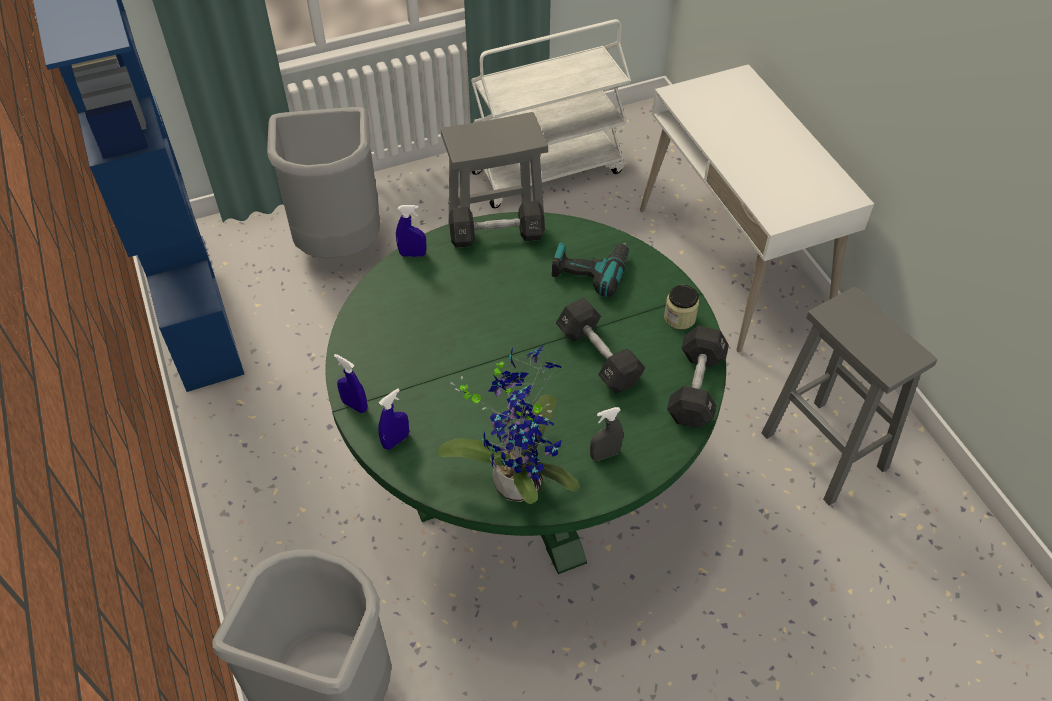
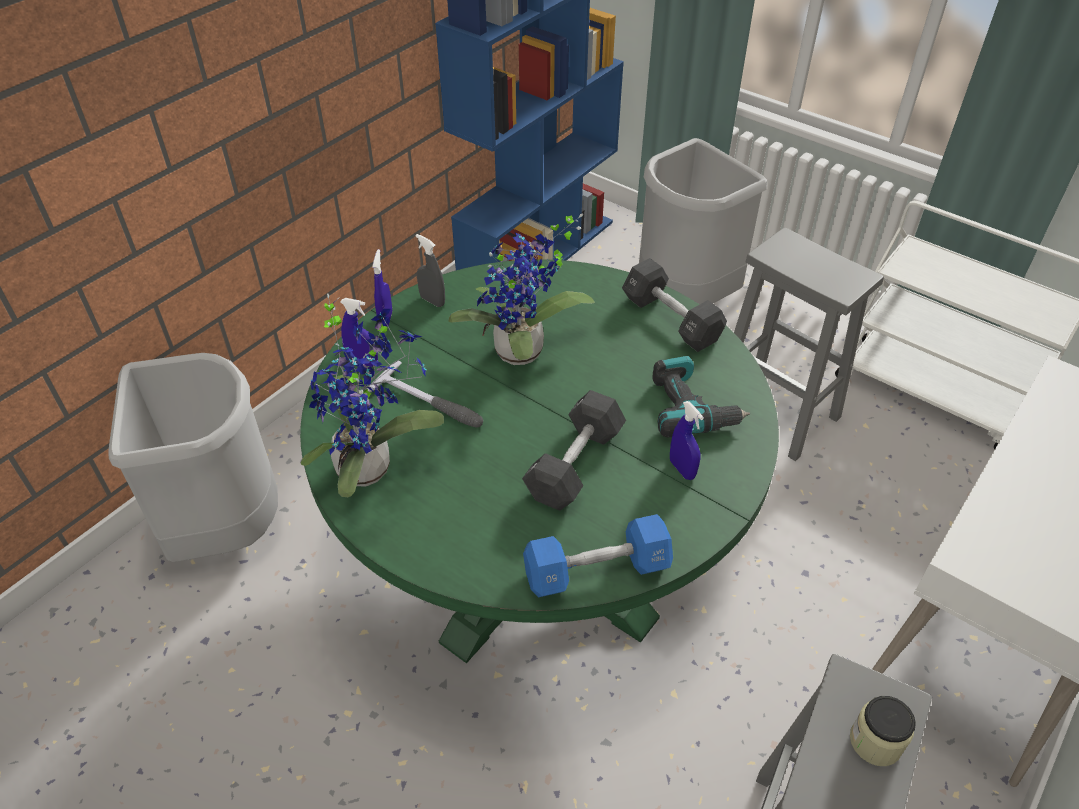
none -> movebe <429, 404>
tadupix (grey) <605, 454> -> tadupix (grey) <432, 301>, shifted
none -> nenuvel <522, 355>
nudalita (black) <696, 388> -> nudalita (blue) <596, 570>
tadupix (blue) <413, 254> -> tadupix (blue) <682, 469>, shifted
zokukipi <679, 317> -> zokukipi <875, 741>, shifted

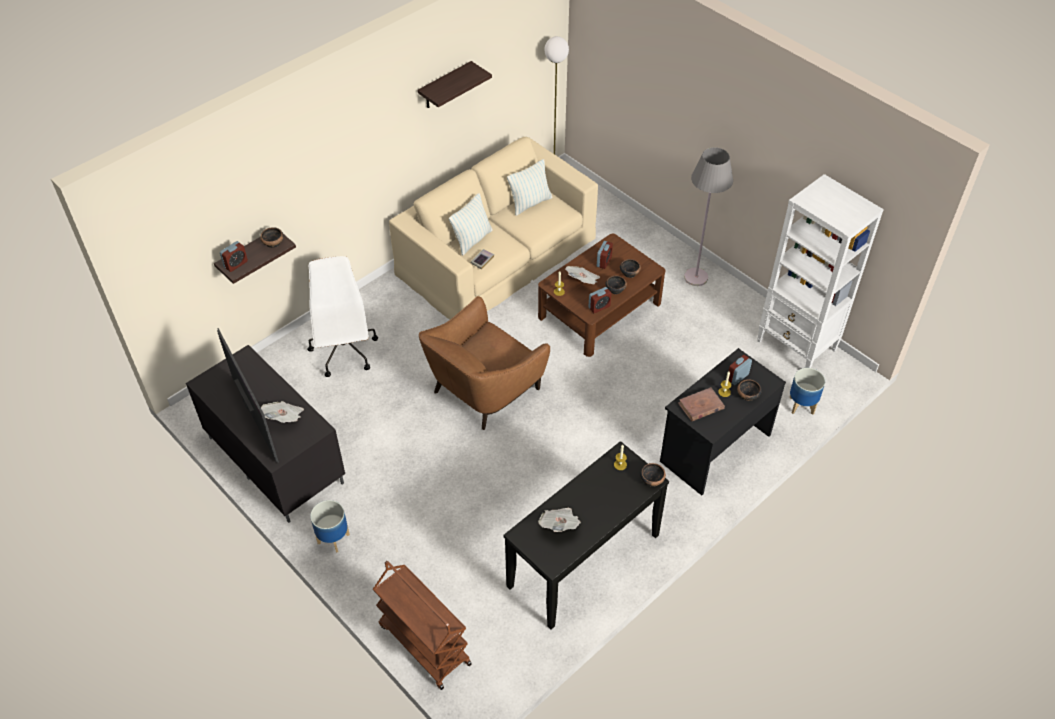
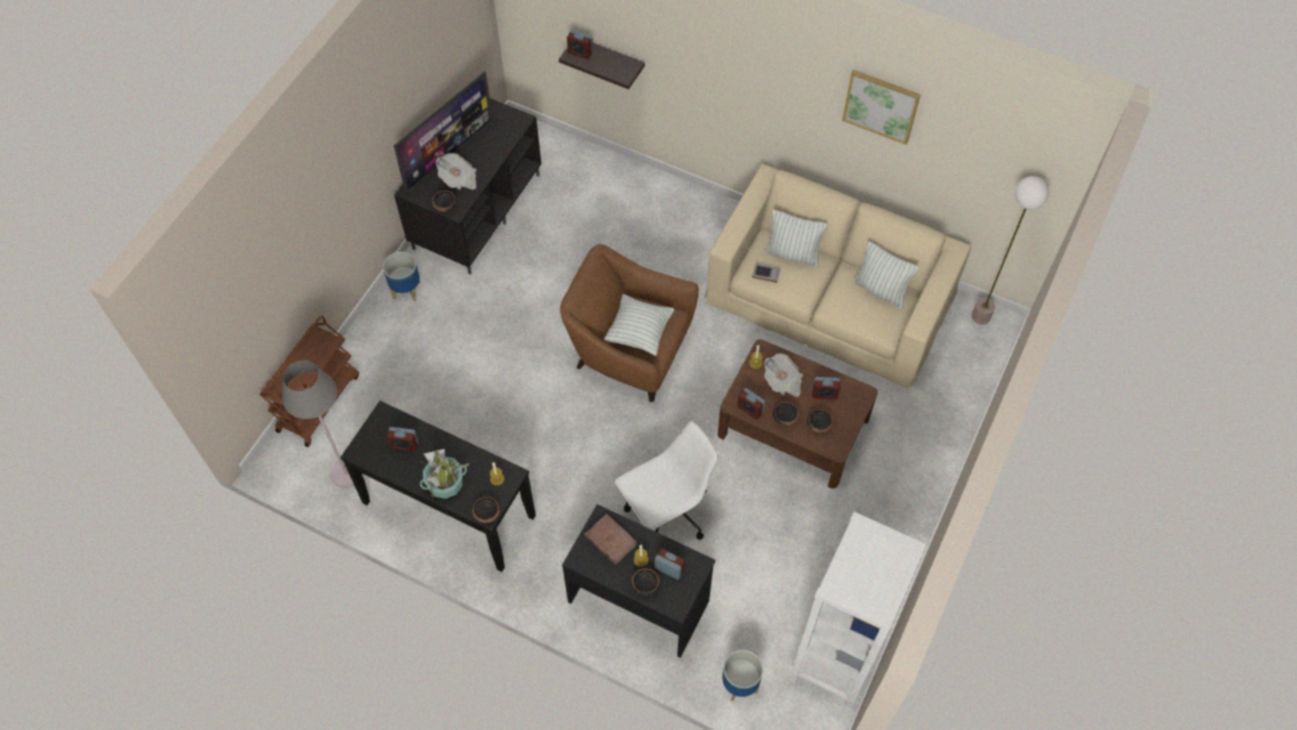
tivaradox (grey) <696, 277> -> tivaradox (grey) <346, 474>, shifted
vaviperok <559, 525> -> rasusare <404, 445>
none -> nenuvel <445, 483>
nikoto <273, 243> -> nikoto <445, 207>, shifted
none -> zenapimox <639, 332>
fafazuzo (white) <345, 353> -> fafazuzo (white) <667, 513>, shifted
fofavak <445, 86> -> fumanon <881, 106>

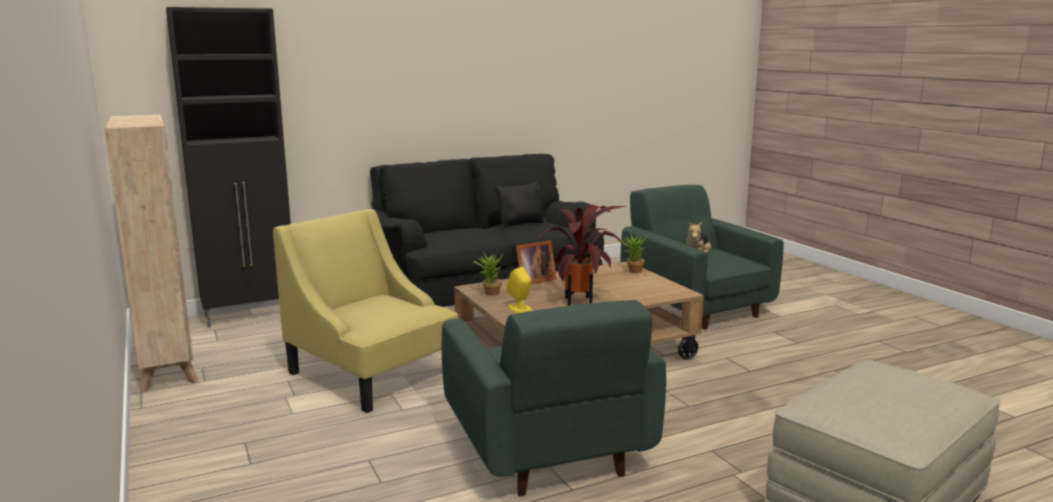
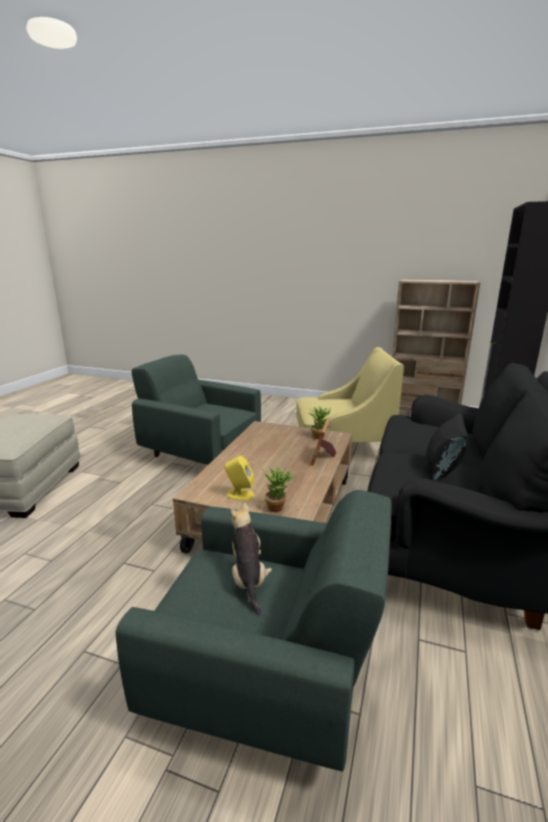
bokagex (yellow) <520, 308> -> bokagex (yellow) <239, 495>, shifted
nenuvel <582, 302> -> none

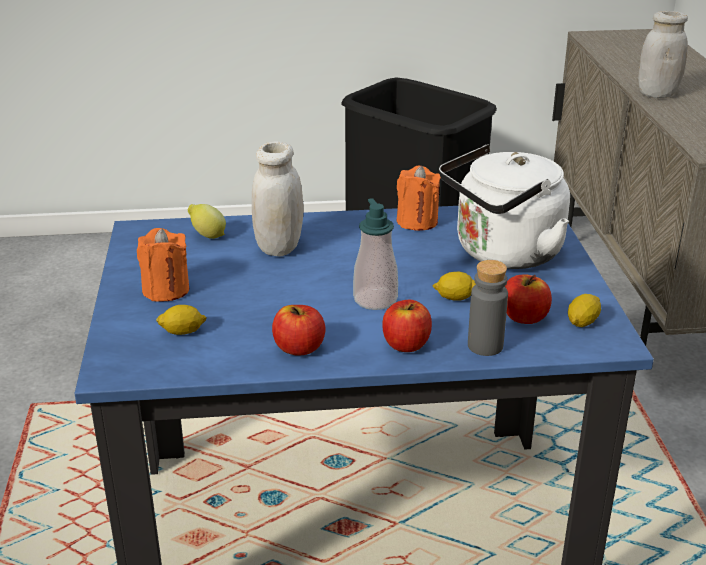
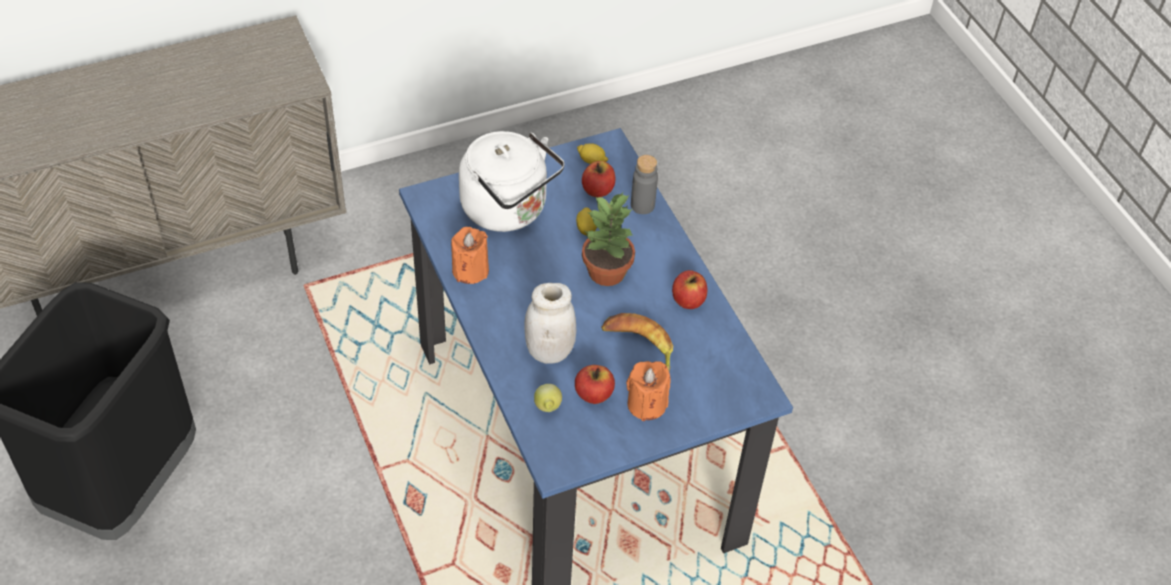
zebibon <406, 344> -> zebibon <594, 394>, shifted
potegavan <375, 300> -> nenuvel <607, 272>
none -> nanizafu <639, 345>
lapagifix <183, 331> -> none
zokukipi (white) <657, 94> -> none

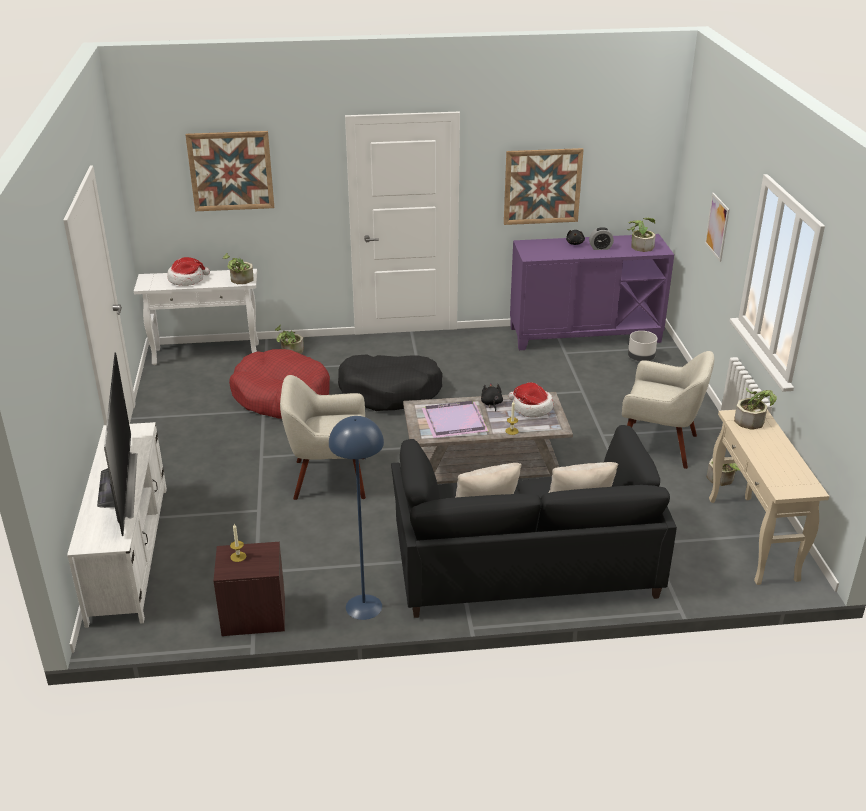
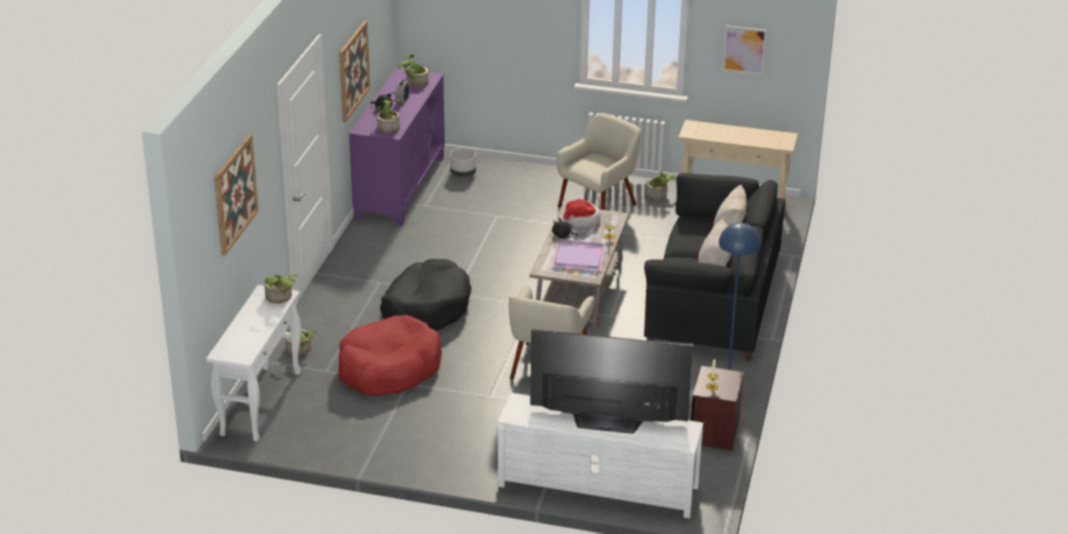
nenuvel <752, 420> -> nenuvel <388, 126>, shifted
fumanon <717, 226> -> fumanon <744, 50>, shifted
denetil <187, 279> -> none

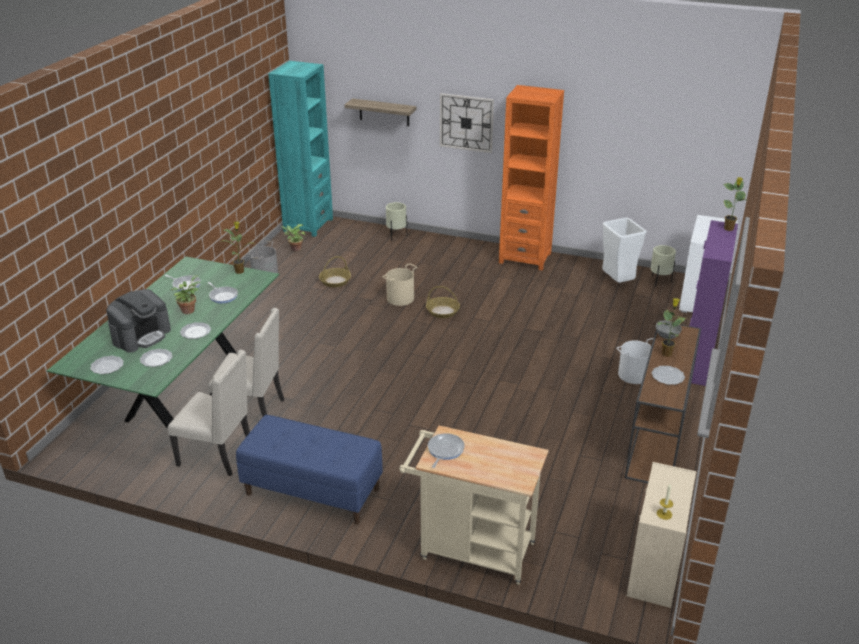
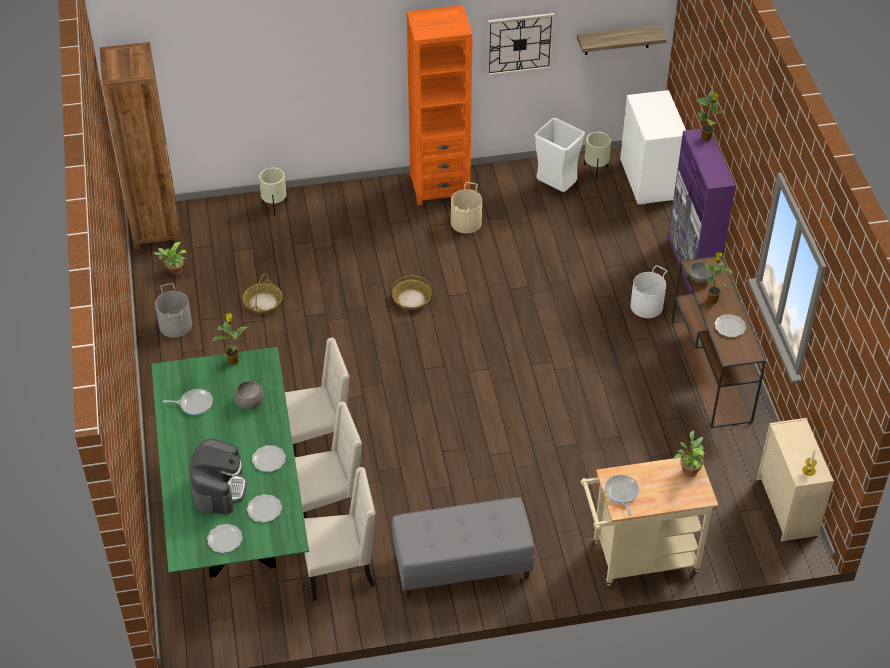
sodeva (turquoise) <308, 225> -> sodeva (brown) <155, 227>
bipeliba <223, 296> -> nikoto (grey) <249, 402>
none -> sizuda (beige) <317, 441>
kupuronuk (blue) <312, 492> -> kupuronuk (grey) <461, 567>
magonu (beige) <400, 298> -> magonu (beige) <466, 222>, shifted
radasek <466, 123> -> radasek <519, 44>, shifted
fofavak <384, 112> -> fofavak <617, 40>, shifted
nenuvel <188, 310> -> nenuvel <689, 469>, shifted

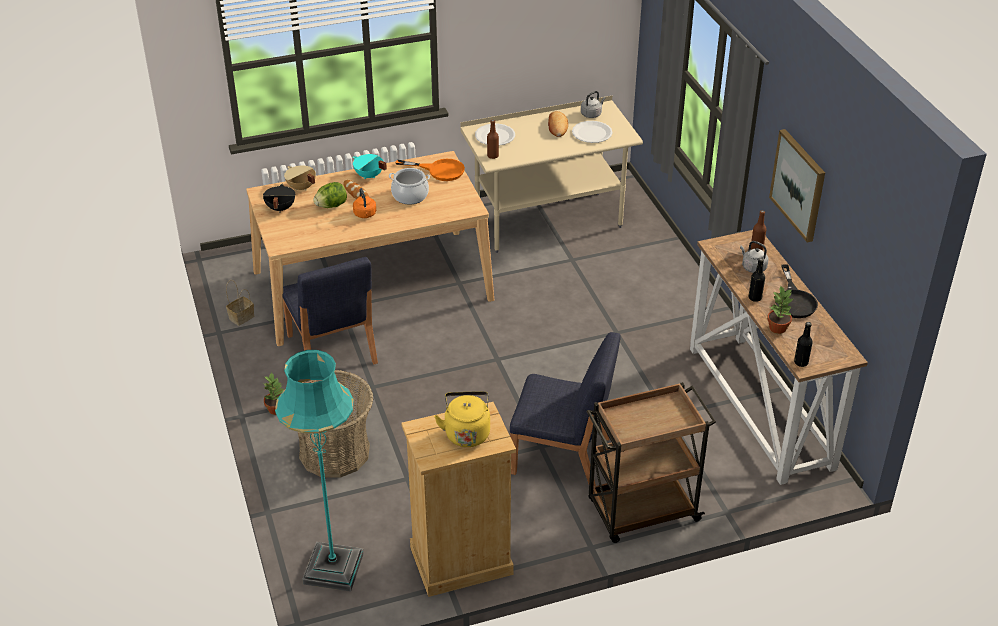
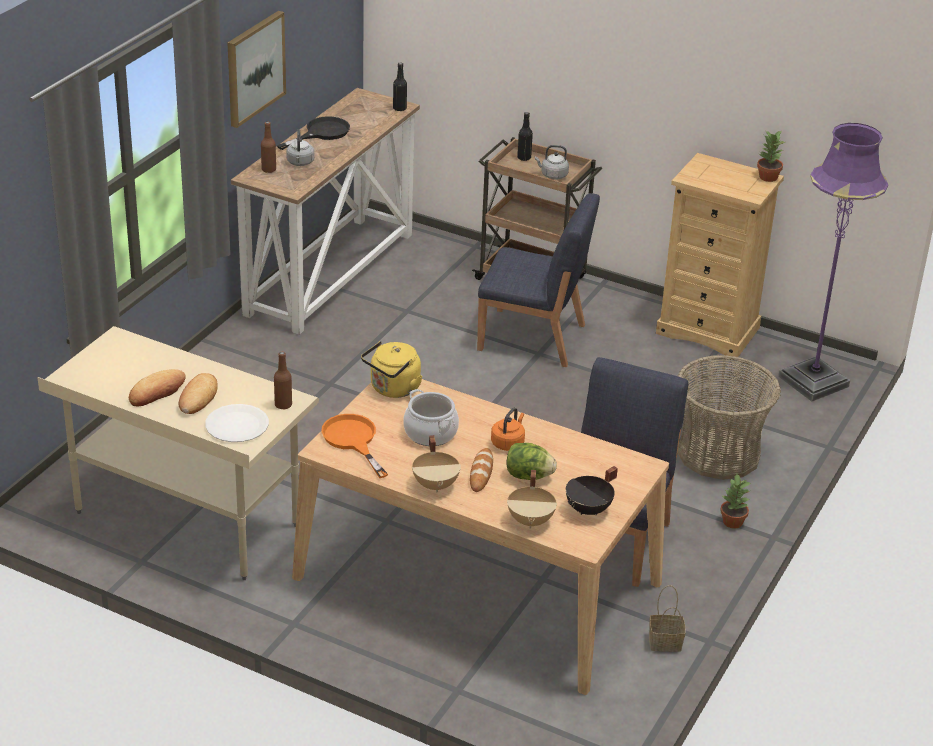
none -> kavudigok <198, 398>
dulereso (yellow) <466, 432> -> dulereso (yellow) <393, 389>, shifted
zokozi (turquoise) <369, 176> -> zokozi (beige) <436, 485>
sizuda (blue) <562, 456> -> sizuda (blue) <533, 338>, 135 degrees clockwise
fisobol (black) <755, 298> -> fisobol (black) <524, 158>, shifted
dulereso (grey) <592, 114> -> dulereso (grey) <552, 175>, shifted
nenuvel <778, 328> -> nenuvel <767, 177>, shifted
tivaradox (turquoise) <333, 568> -> tivaradox (purple) <813, 381>
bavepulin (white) <592, 133> -> none

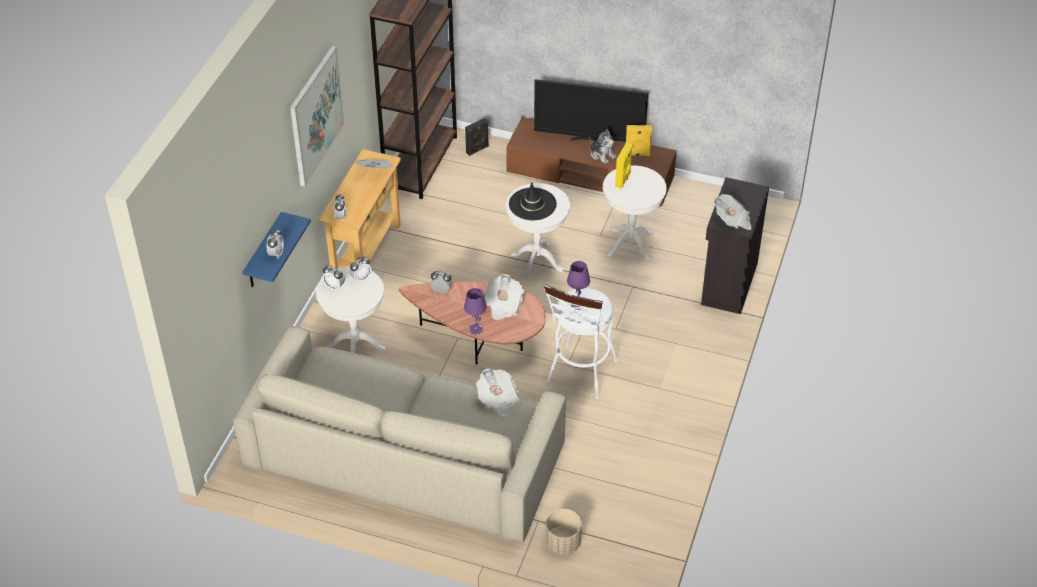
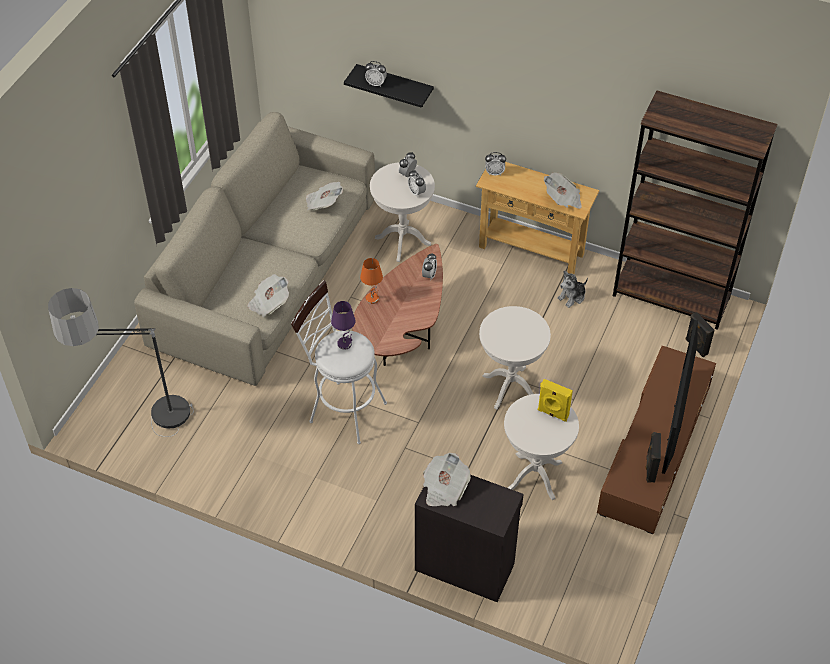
none -> tivaradox <141, 425>
vaviperok <503, 305> -> vaviperok <323, 203>, shifted
fofavak (blue) <263, 253> -> fofavak (black) <395, 86>
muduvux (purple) <475, 329> -> muduvux (orange) <372, 298>
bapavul <602, 155> -> bapavul <572, 297>, shifted
bokagex (yellow) <637, 154> -> bokagex (black) <650, 469>
fumanon <316, 115> -> none
denetil (black) <532, 204> -> none
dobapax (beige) <562, 543> -> none

